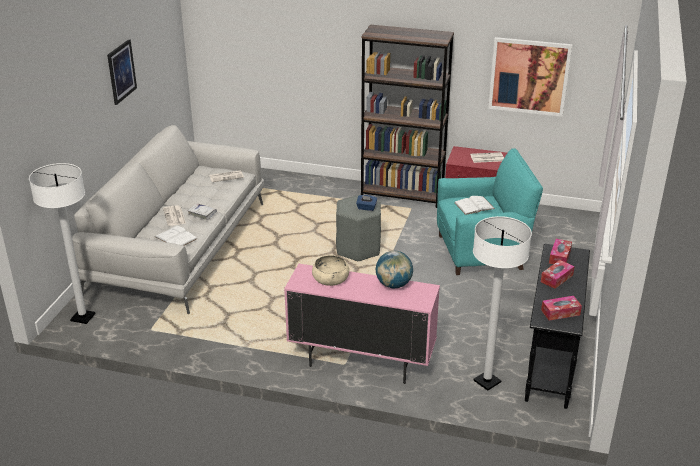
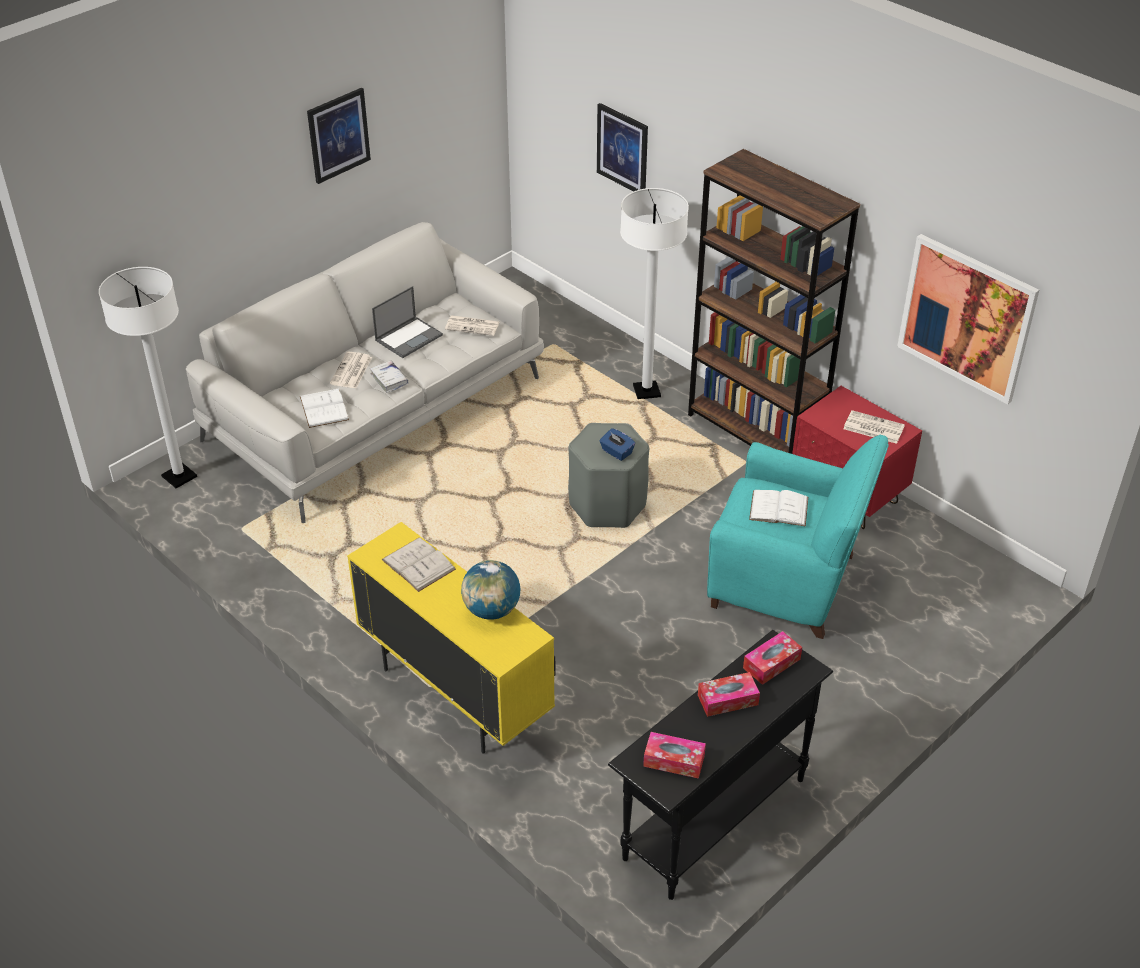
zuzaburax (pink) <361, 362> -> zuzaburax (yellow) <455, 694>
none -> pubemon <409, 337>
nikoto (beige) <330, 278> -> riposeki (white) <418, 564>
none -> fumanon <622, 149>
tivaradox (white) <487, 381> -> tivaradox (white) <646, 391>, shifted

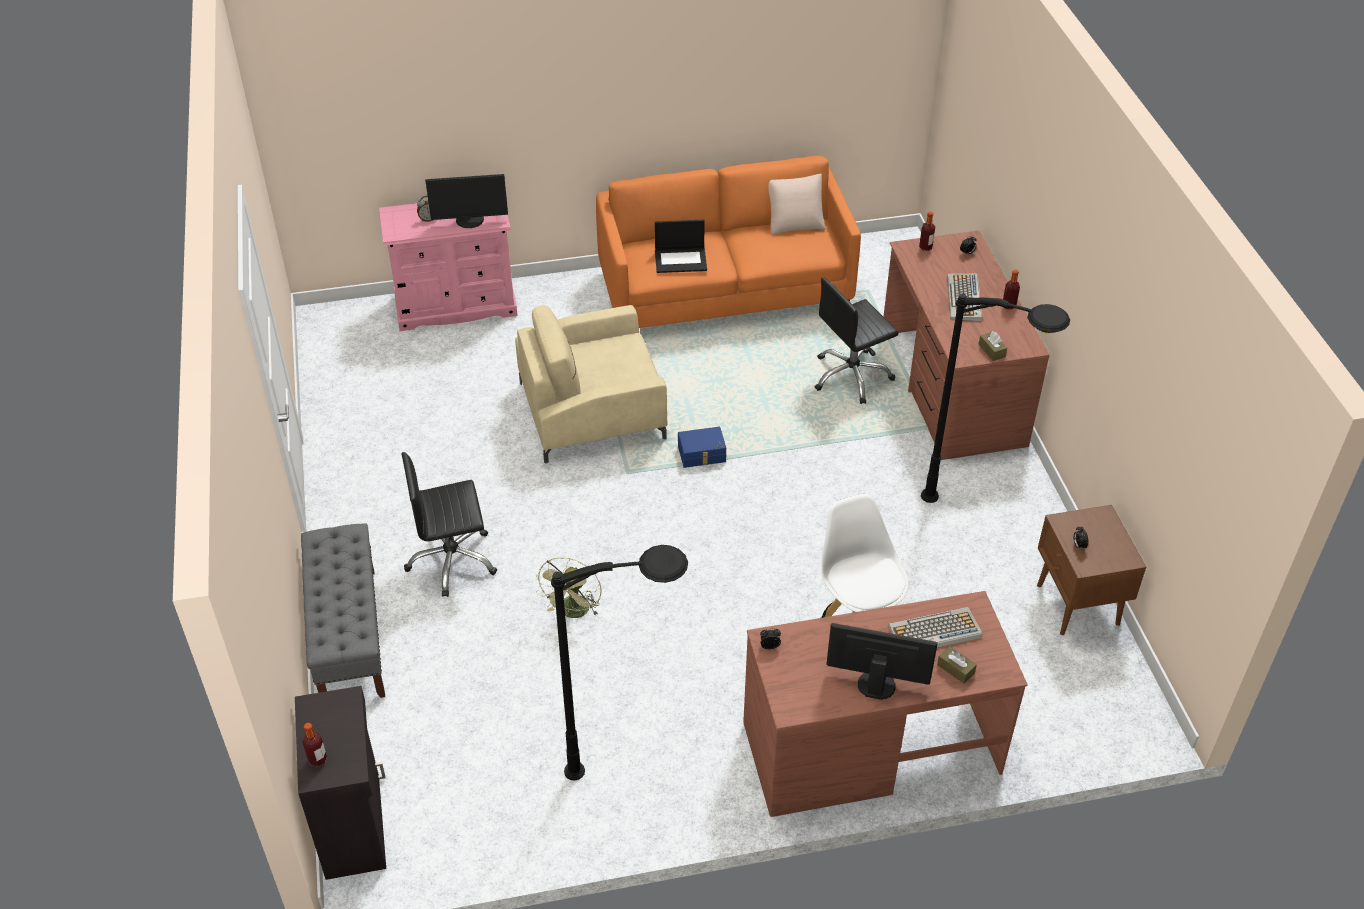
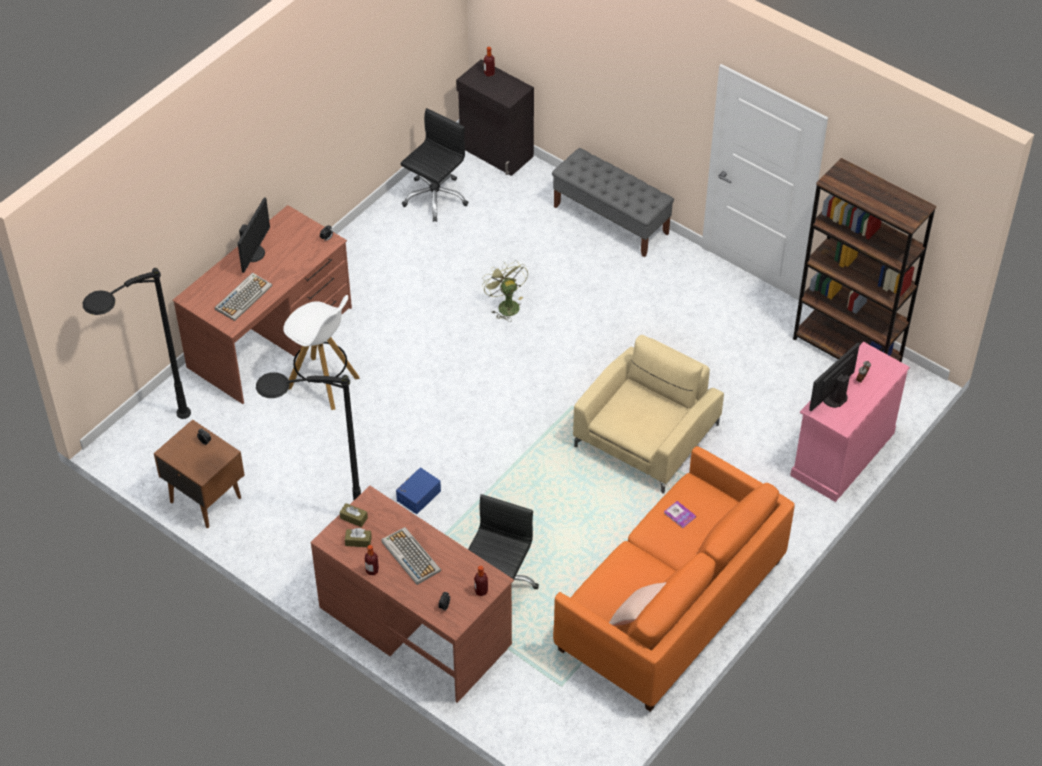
tivaradox (black) <640, 767> -> tivaradox (black) <147, 438>, shifted
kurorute <876, 683> -> kurorute <254, 253>, 45 degrees counterclockwise
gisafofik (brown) <955, 669> -> gisafofik (brown) <358, 541>, shifted
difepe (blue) <702, 455> -> difepe (blue) <418, 495>, shifted
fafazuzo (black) <452, 561> -> fafazuzo (black) <435, 197>, shifted
pubemon <681, 260> -> riposeki <679, 515>
none -> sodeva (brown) <847, 350>

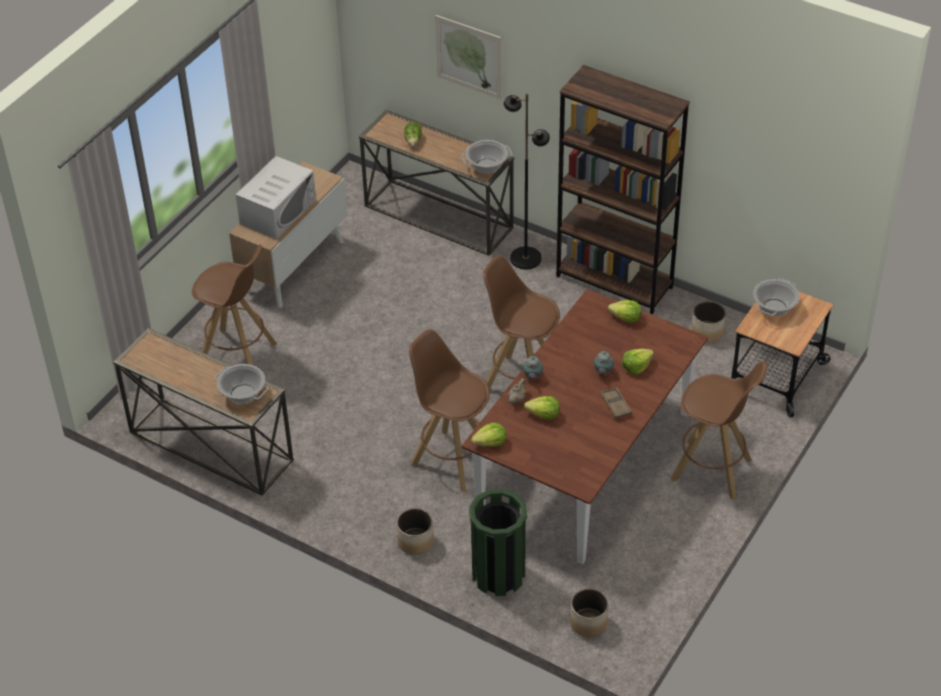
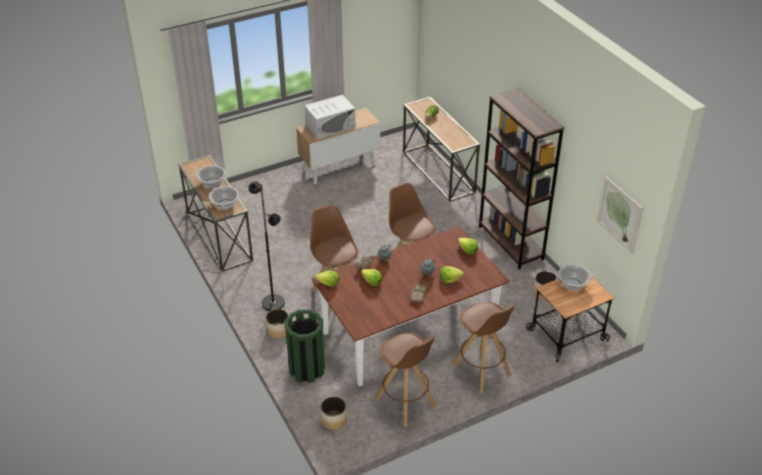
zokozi <486, 166> -> zokozi <212, 183>, shifted
tivaradox (black) <525, 258> -> tivaradox (black) <273, 302>, shifted
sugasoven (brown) <239, 354> -> sugasoven (brown) <406, 402>, shifted
fumanon <468, 57> -> fumanon <619, 214>, shifted

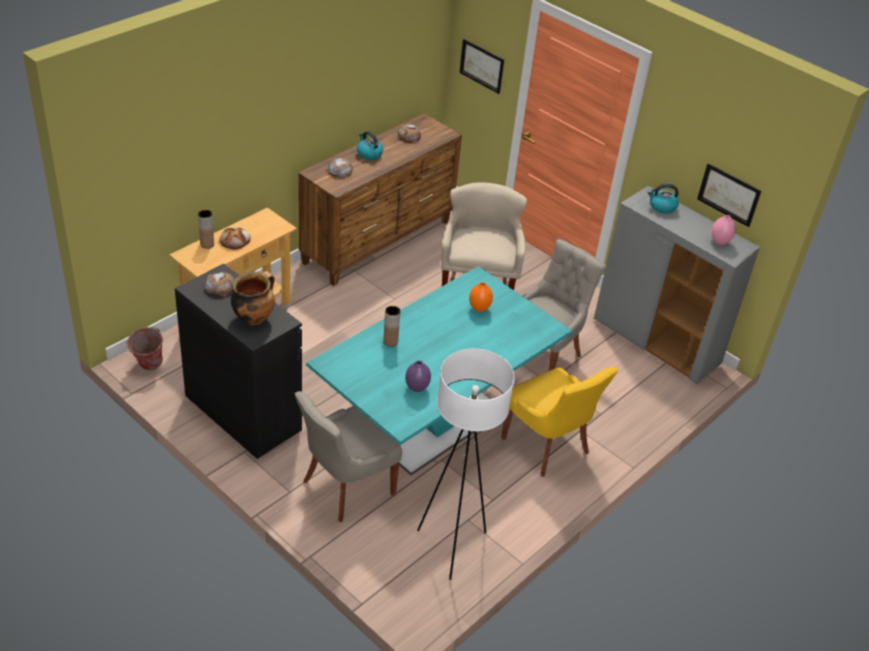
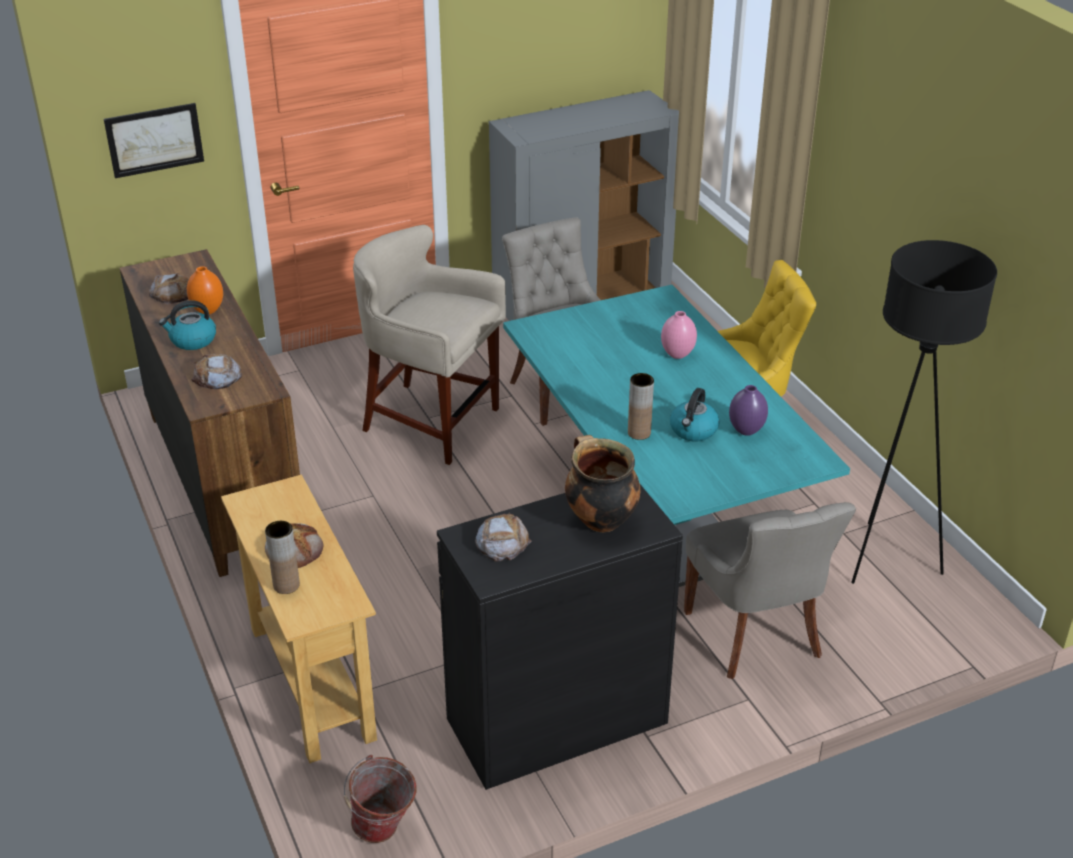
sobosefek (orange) <479, 308> -> sobosefek (orange) <207, 310>, shifted
sobosefek (pink) <719, 242> -> sobosefek (pink) <677, 354>, shifted
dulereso <662, 207> -> dulereso <693, 431>, shifted
tivaradox (white) <452, 546> -> tivaradox (black) <887, 558>
fumanon <728, 194> -> none

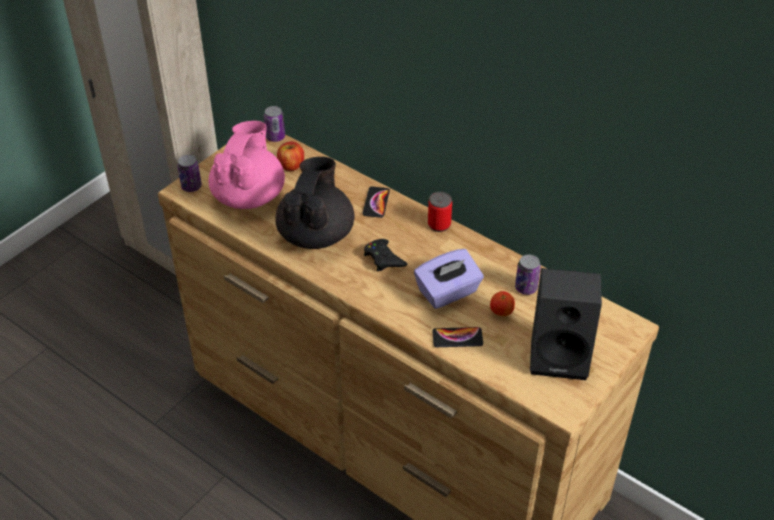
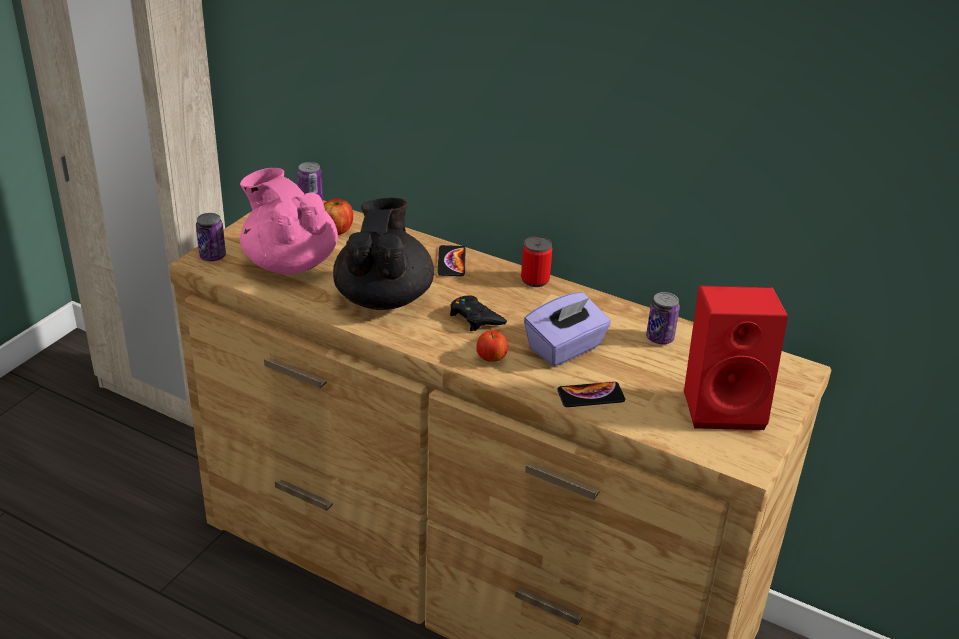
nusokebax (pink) <249, 196> -> nusokebax (pink) <289, 262>, 45 degrees counterclockwise
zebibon <501, 312> -> zebibon <491, 359>, shifted
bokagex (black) <560, 355> -> bokagex (red) <724, 406>

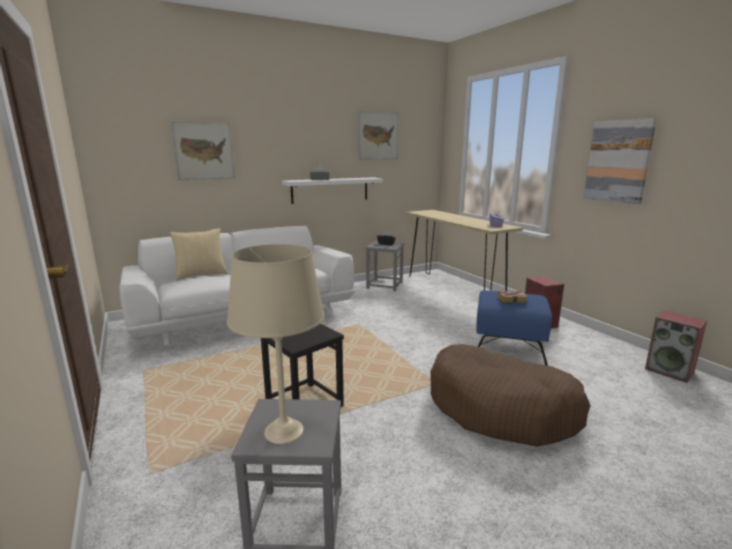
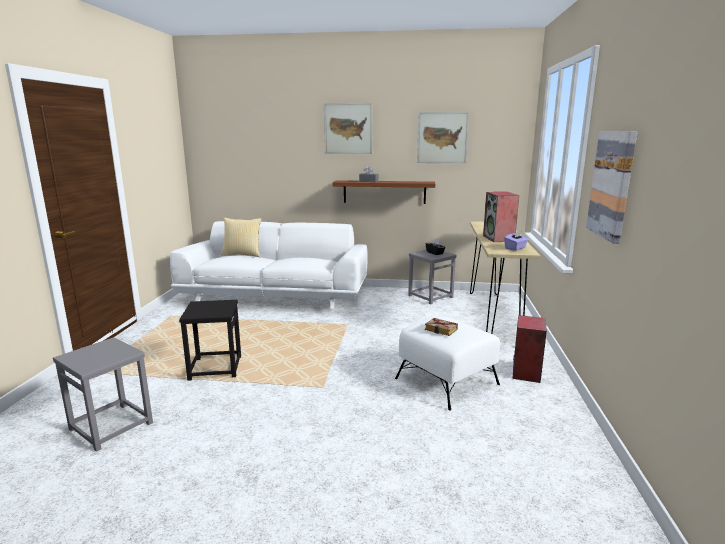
fumanon <204, 151> -> fumanon <348, 128>, shifted
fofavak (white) <330, 190> -> fofavak (brown) <384, 192>
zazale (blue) <509, 345> -> zazale (white) <447, 381>
bokagex <670, 371> -> bokagex <499, 238>, shifted
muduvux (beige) <284, 431> -> none
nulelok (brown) <501, 408> -> none

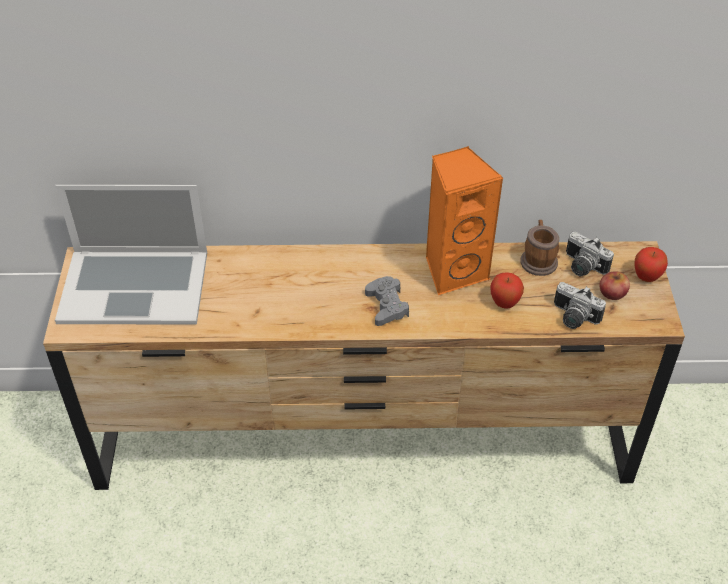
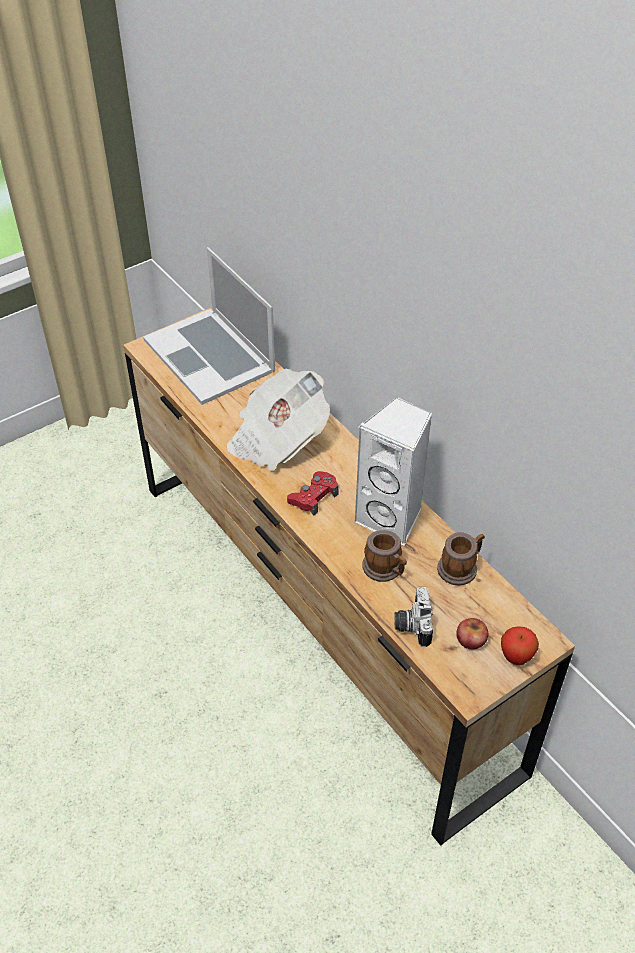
none -> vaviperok <277, 439>
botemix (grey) <386, 306> -> botemix (red) <313, 497>
bokagex (orange) <454, 270> -> bokagex (white) <392, 518>
zebibon <504, 303> -> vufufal <385, 569>
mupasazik <582, 267> -> none

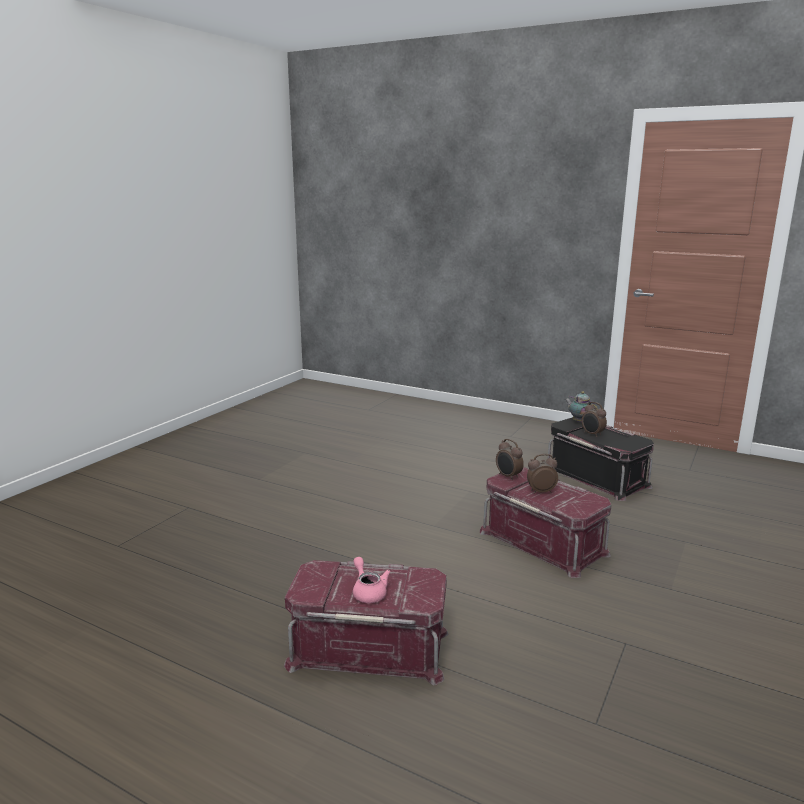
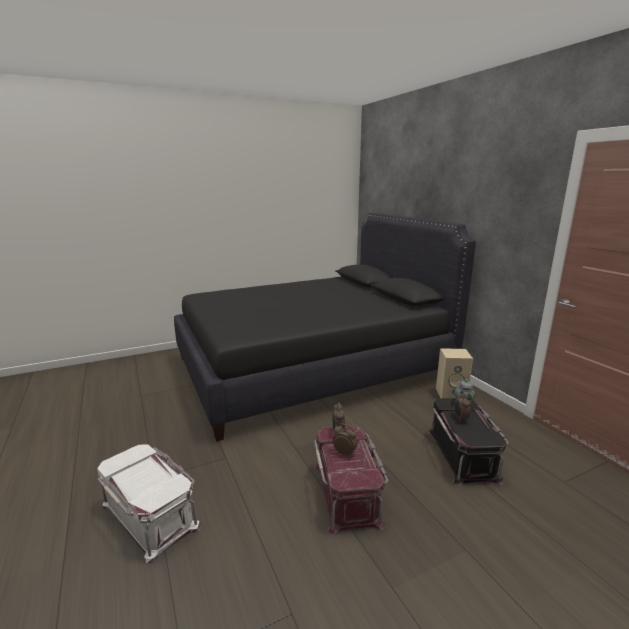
difepe (red) <369, 647> -> difepe (white) <151, 515>
none -> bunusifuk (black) <310, 367>
none -> bokagex (beige) <451, 393>
nusokebax (pink) <368, 592> -> none

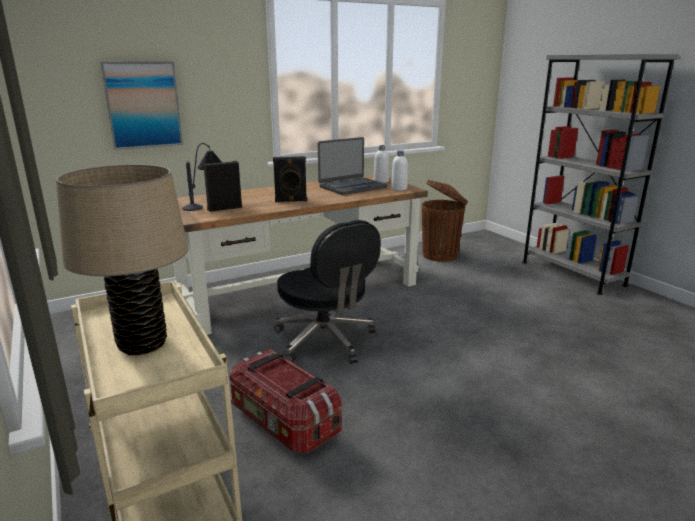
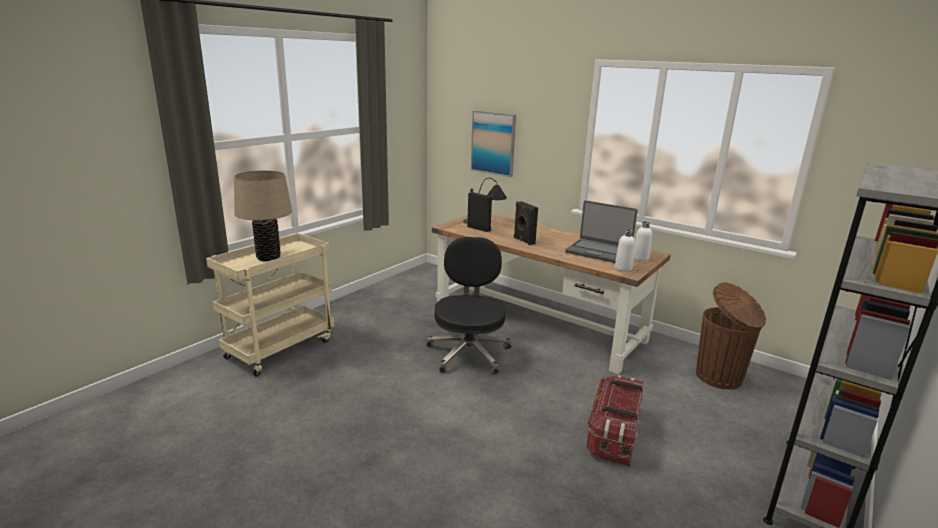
fafazuzo (black) <325, 340> -> fafazuzo (black) <468, 352>, 150 degrees clockwise
difepe <283, 422> -> difepe <614, 434>, shifted

